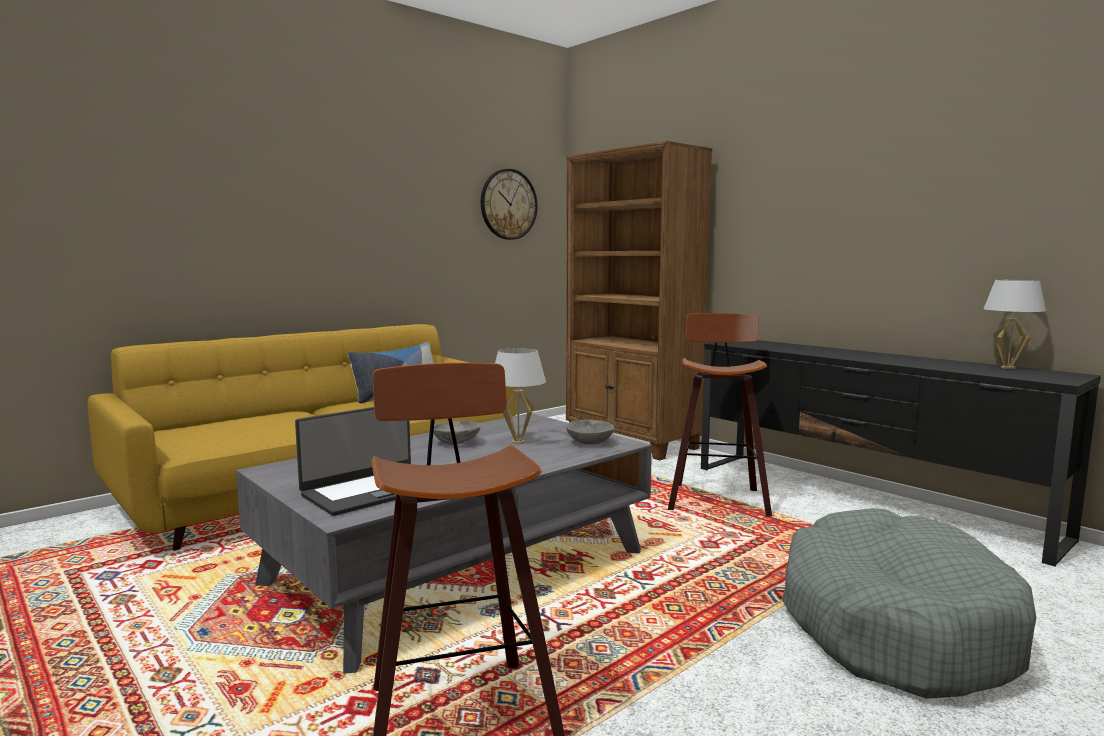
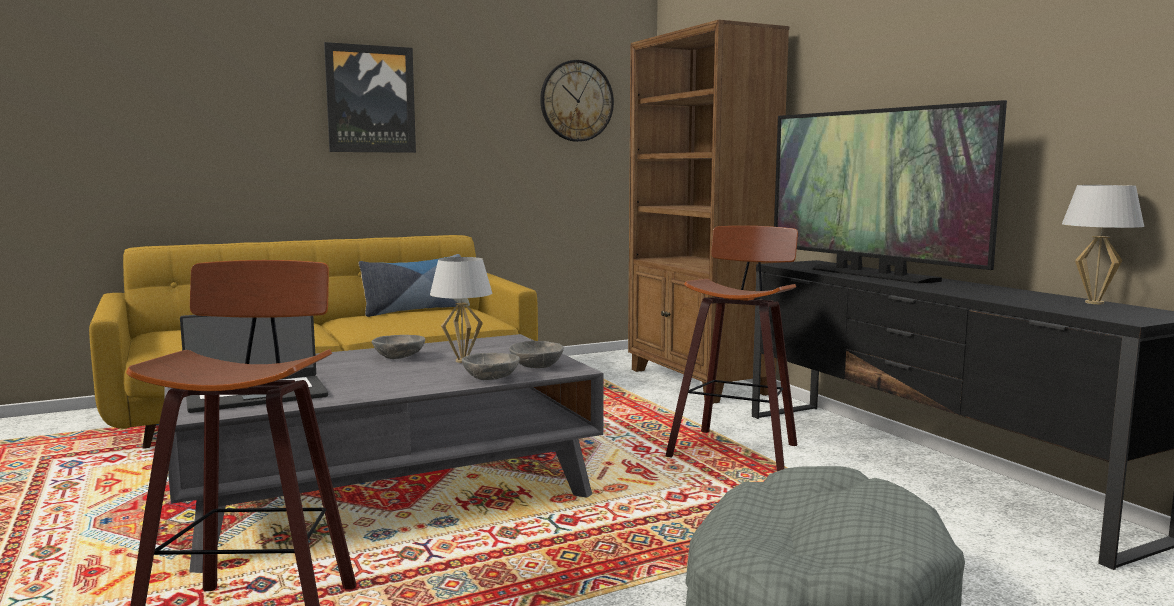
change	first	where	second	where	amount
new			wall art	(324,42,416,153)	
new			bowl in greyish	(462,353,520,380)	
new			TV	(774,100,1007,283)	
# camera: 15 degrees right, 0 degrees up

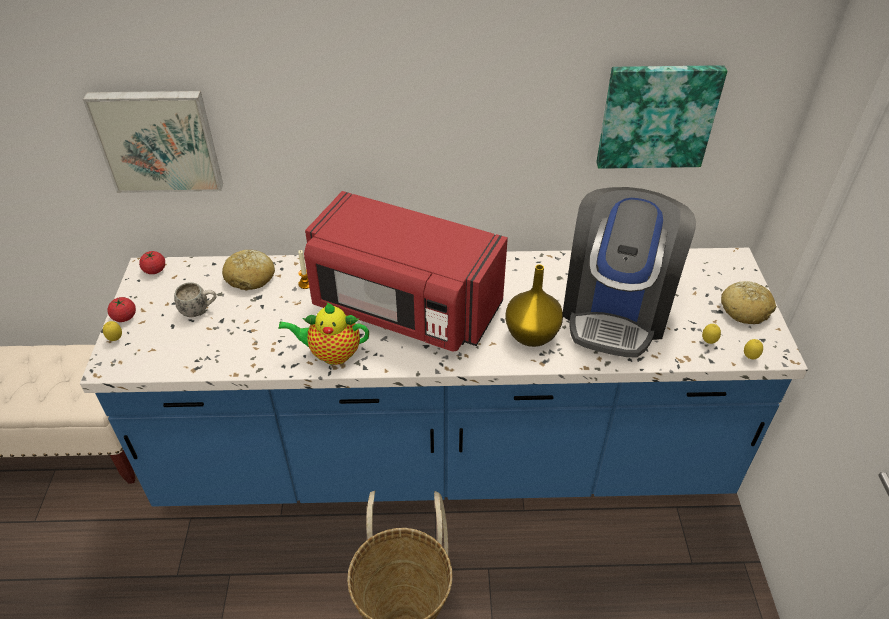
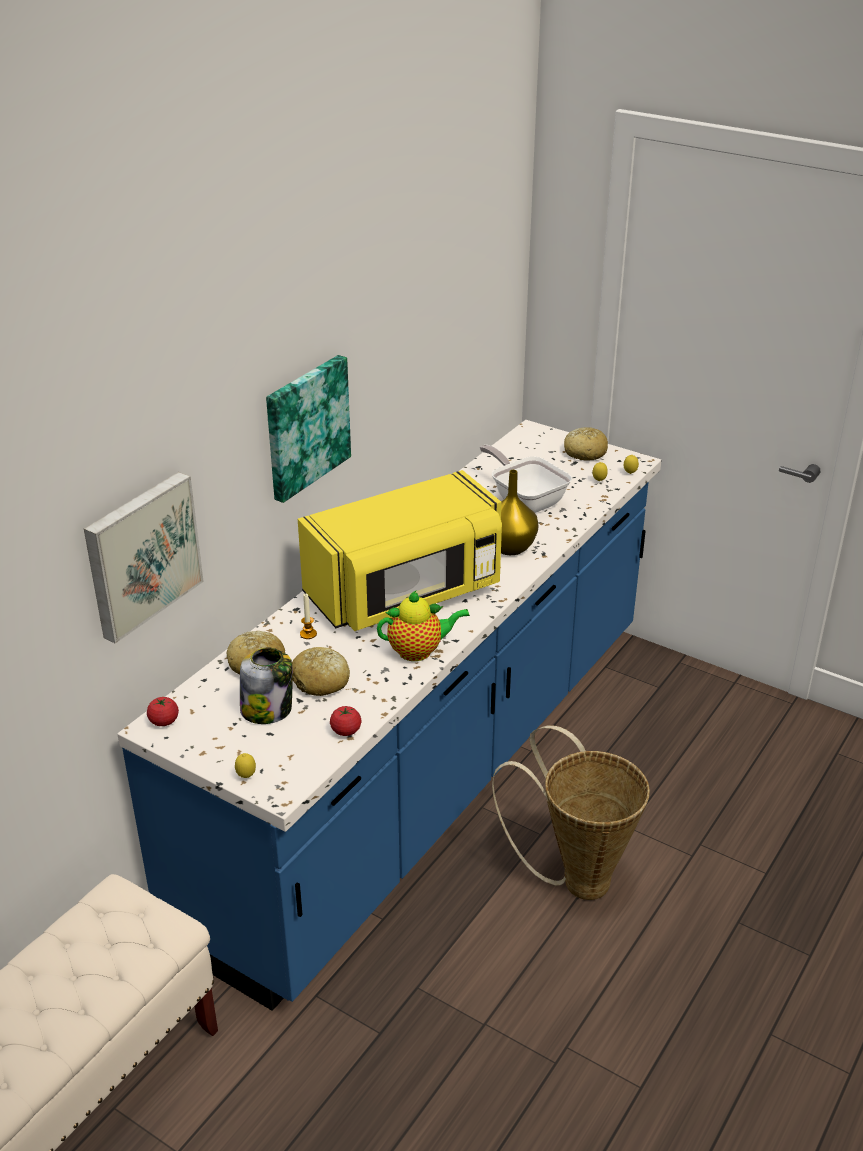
change	first	where	second	where	amount
shifted	fresh tomato	(108,297,136,322)		(330,706,361,736)	
swapped	tea mug in white-coloured	(174,282,217,317)	jar	(240,648,293,724)	
rotated	tea pot	(278,302,369,365)		(377,591,470,661)	135 degrees counterclockwise
repainted	microwave oven in red-coloured	(304,191,508,352)	microwave oven in yellowish	(298,470,502,631)	
swapped	coffee maker	(563,187,696,358)	frying pan	(480,445,572,513)	
shifted	wall art	(596,65,727,169)		(266,355,351,503)	
new			bread	(292,647,350,696)	
# camera: 55 degrees left, 10 degrees down

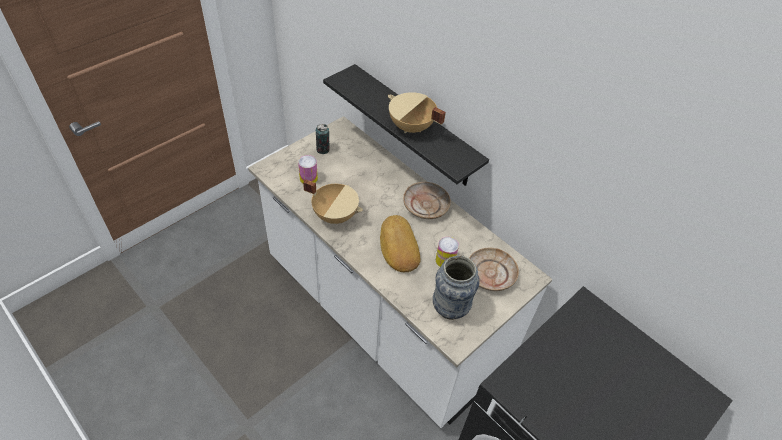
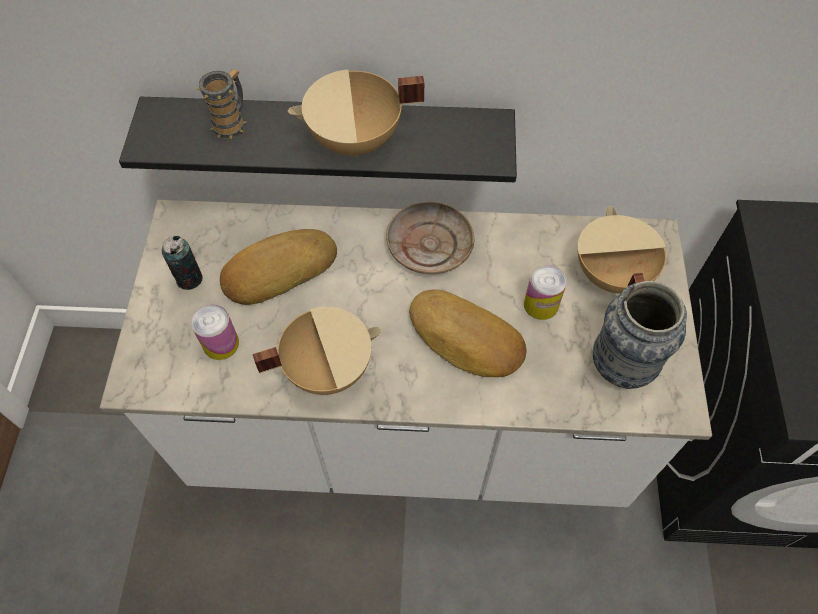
change	first	where	second	where	amount
swapped	flat dish in beige	(469,248,519,291)	saucepot in beige	(578,206,666,294)	
new			tea mug	(196,69,246,139)	
new			bread	(220,229,337,305)	
# camera: 40 degrees left, 10 degrees up

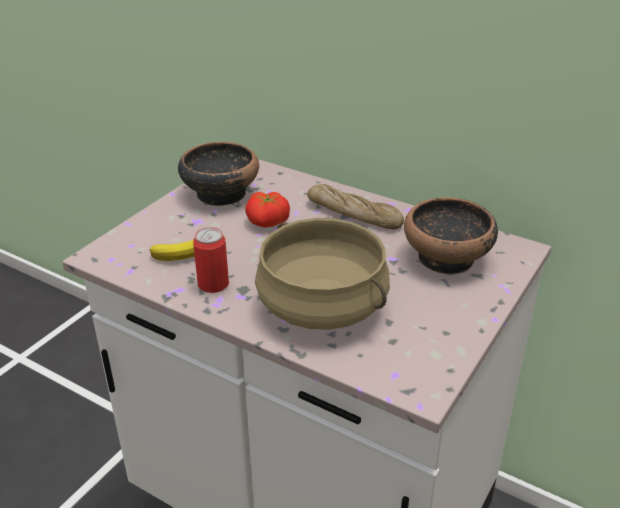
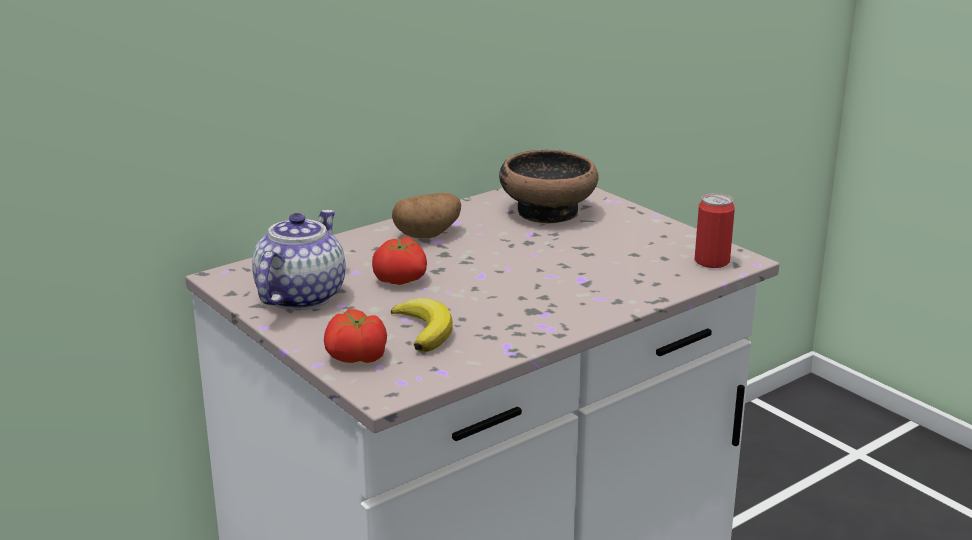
change	first	where	second	where	amount
swapped	bowl	(178,142,259,206)	tea pot	(252,210,346,310)	
shifted	can	(193,227,229,293)		(695,193,735,268)	
gone	saucepot in beige	(255,218,390,330)			
swapped	bread	(307,184,404,229)	spud	(392,193,461,239)	
new			fresh tomato	(324,309,387,363)	
# camera: 70 degrees left, 10 degrees down

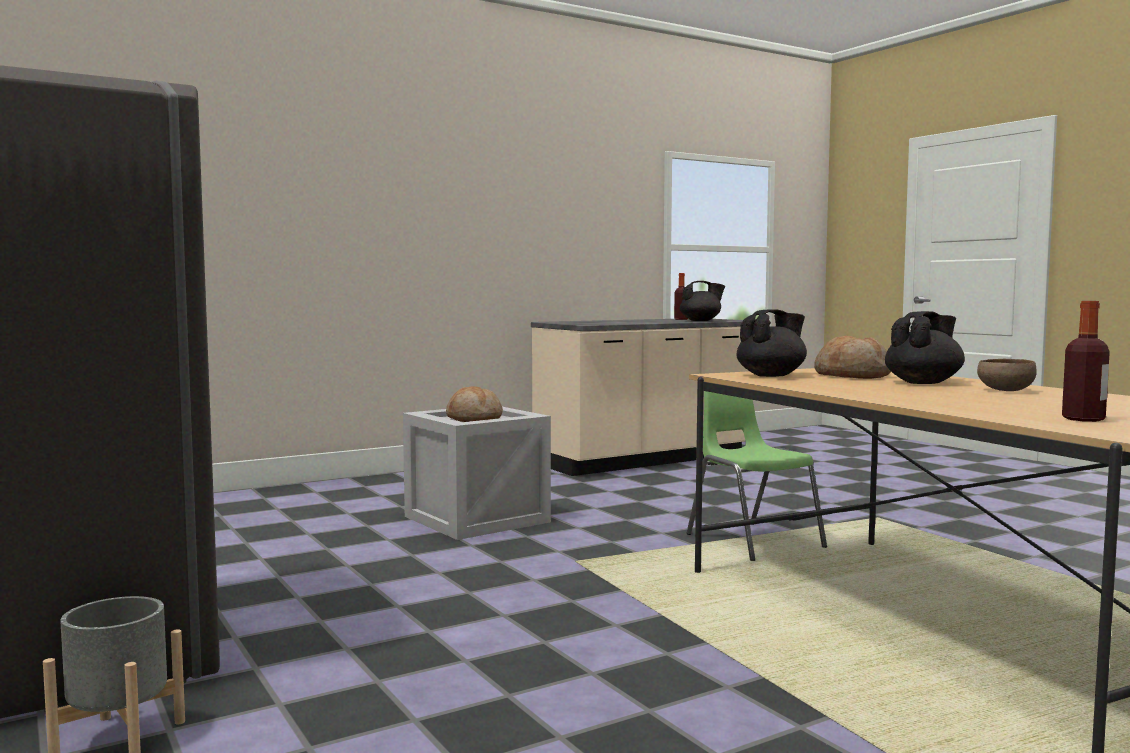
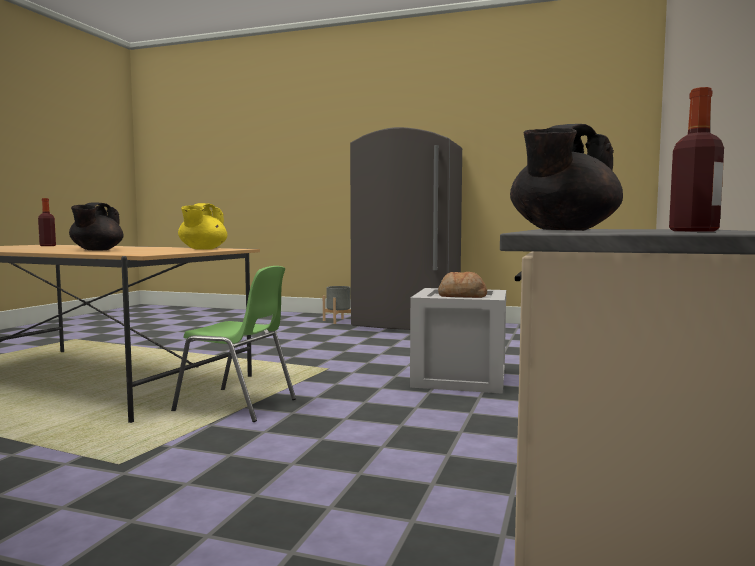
change	first	where	second	where	amount
repainted	tea pot in blackish	(737,309,807,377)	tea pot in yellowish	(178,203,227,250)	
gone	bread	(814,336,891,379)			
gone	bowl in brown-coloured	(977,359,1037,391)			
# camera: 140 degrees right, 0 degrees up

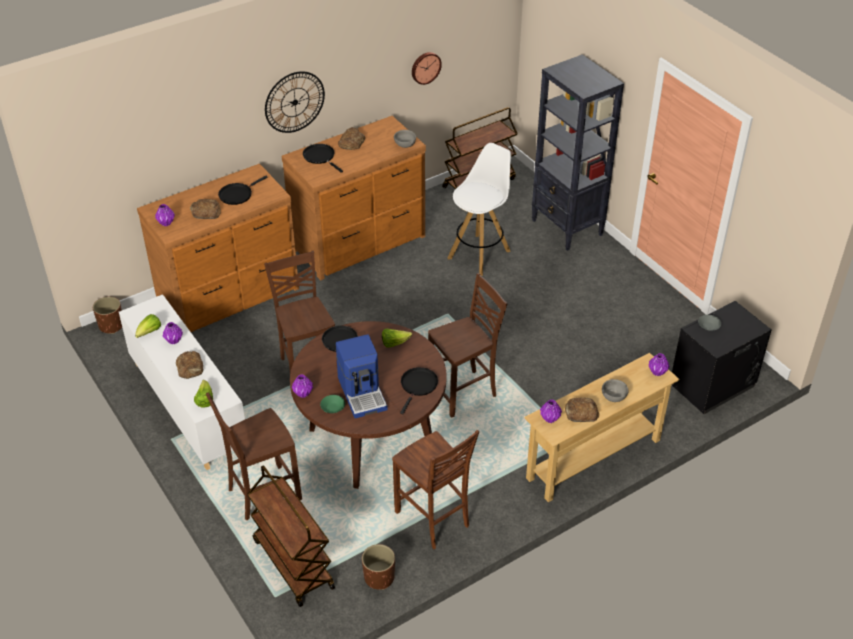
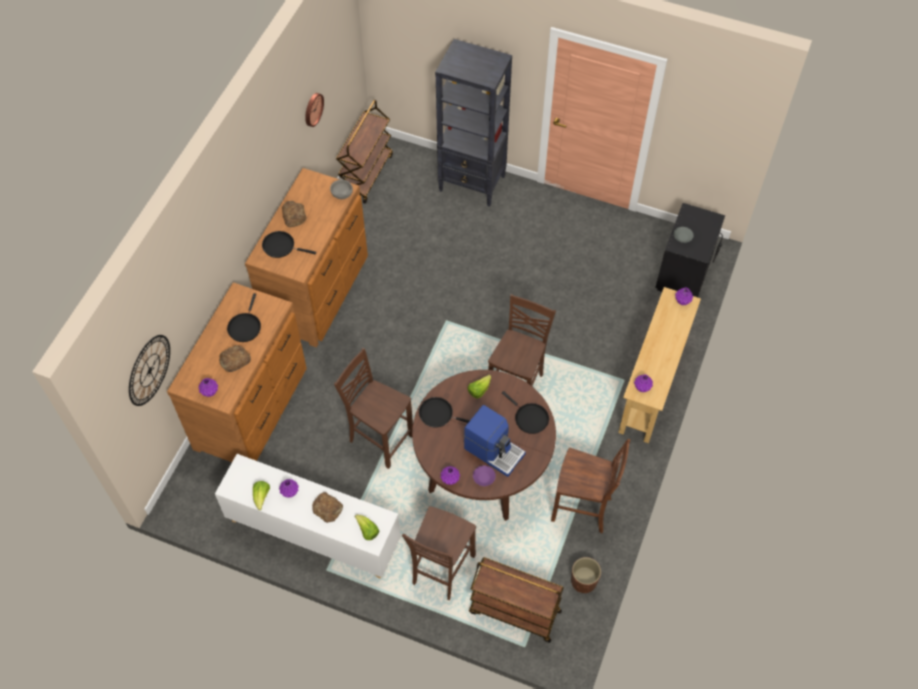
change	first	where	second	where	amount
gone	planter in brown-coloured	(93,297,122,334)			
shifted	hanging clock	(265,71,325,133)		(129,335,170,406)	
repainted	bowl in green	(320,395,345,413)	bowl in purple	(473,465,496,486)	
rotated	frying pan in blackish	(400,367,438,414)		(502,391,549,434)	150 degrees clockwise
gone	sitting stool in white-coloured	(448,143,511,276)			
gone	bread	(565,398,599,422)			
gone	bowl in greyish	(602,379,628,402)			
# camera: 35 degrees left, 15 degrees up

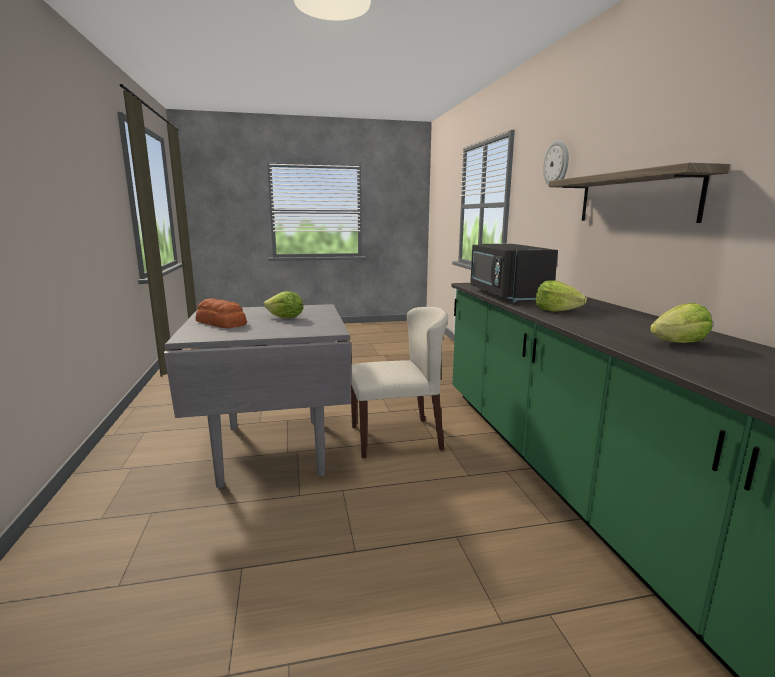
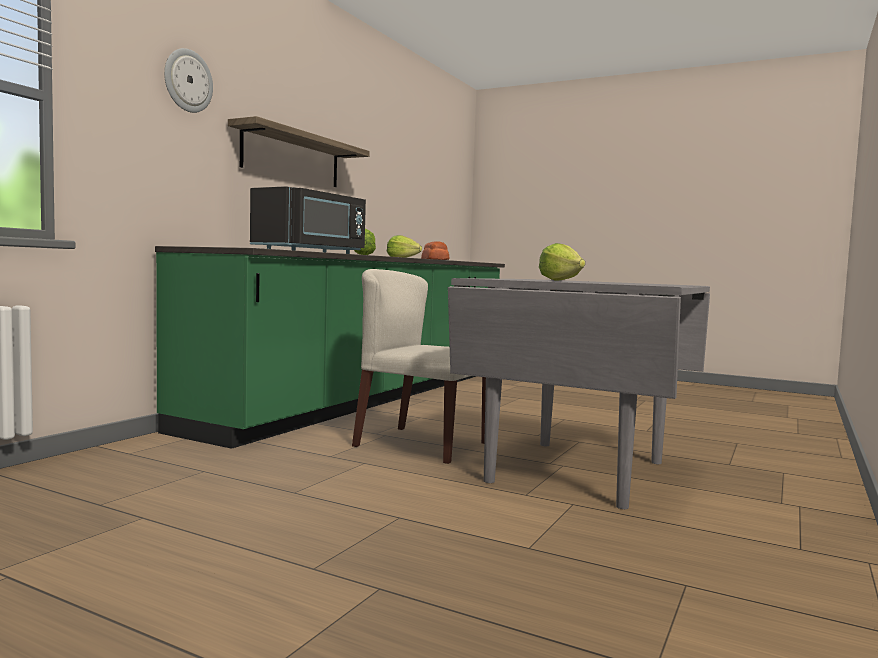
change	first	where	second	where	amount
shifted	bread	(195,298,247,328)		(421,241,450,260)	
# camera: 140 degrees left, 10 degrees down

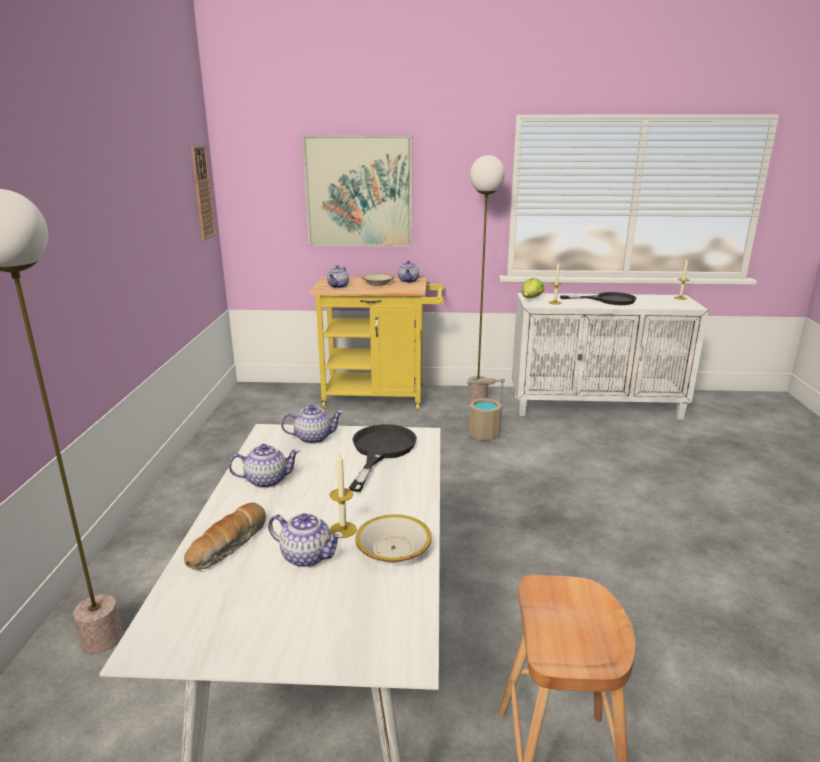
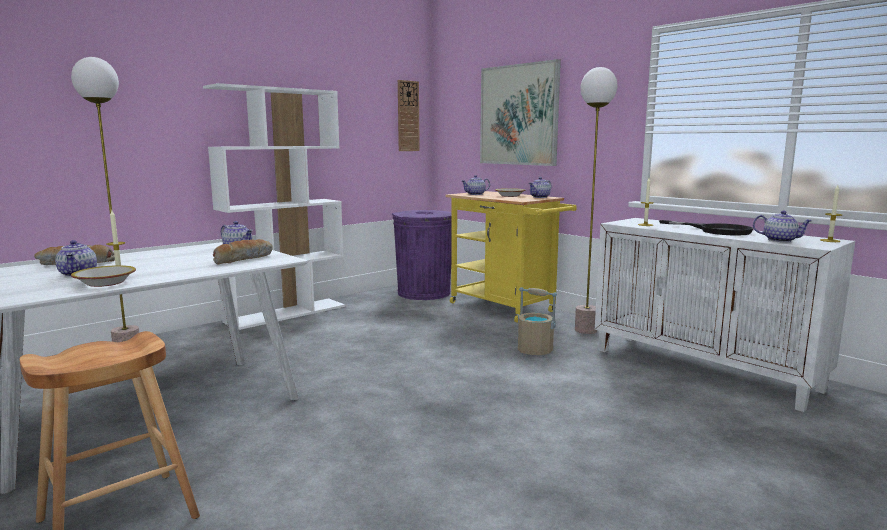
change	first	where	second	where	amount
shifted	tea pot	(228,444,300,488)		(753,210,813,242)	
swapped	frying pan in blackish	(349,424,417,492)	bread	(213,239,273,265)	
gone	lettuce	(522,278,545,298)			
new			shelving unit in white-coloured	(203,83,345,330)	
new			rubbish bin in purple	(392,210,452,300)	
# camera: 45 degrees right, 10 degrees down

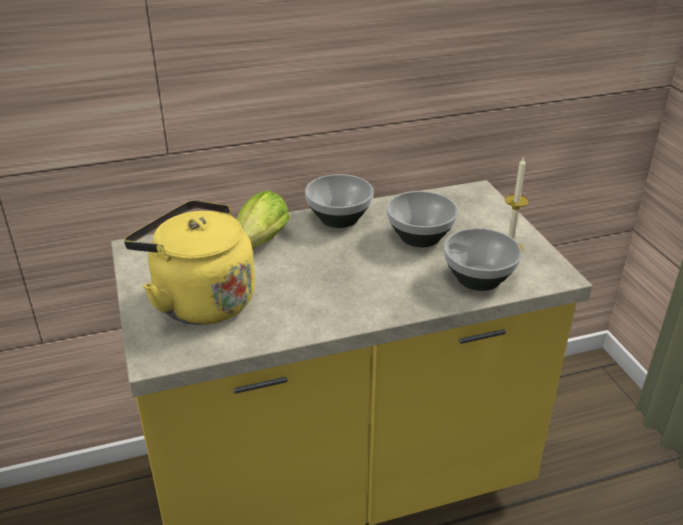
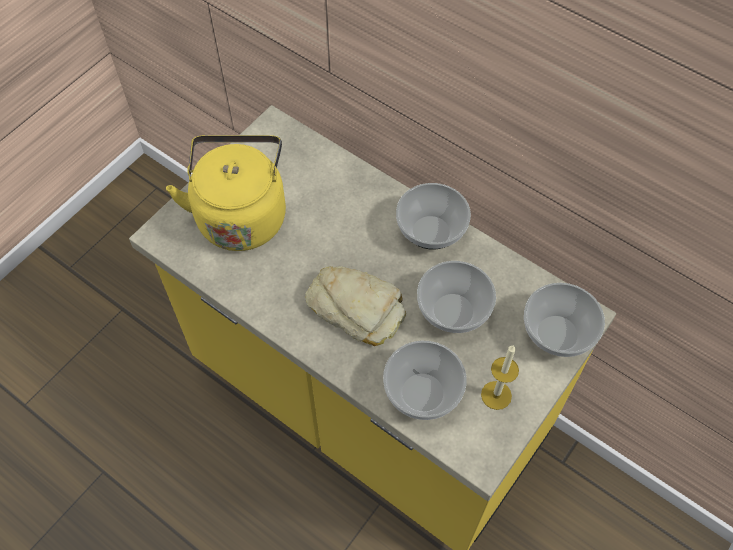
change	first	where	second	where	amount
gone	lettuce	(237,191,290,248)			
new			bread	(306,266,406,346)	
new			bowl	(524,283,605,357)	
# camera: 55 degrees right, 25 degrees up

